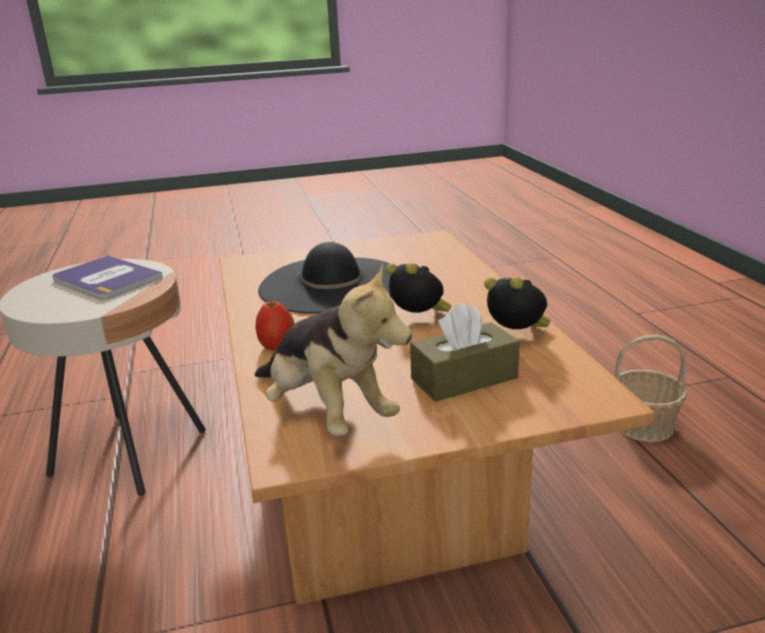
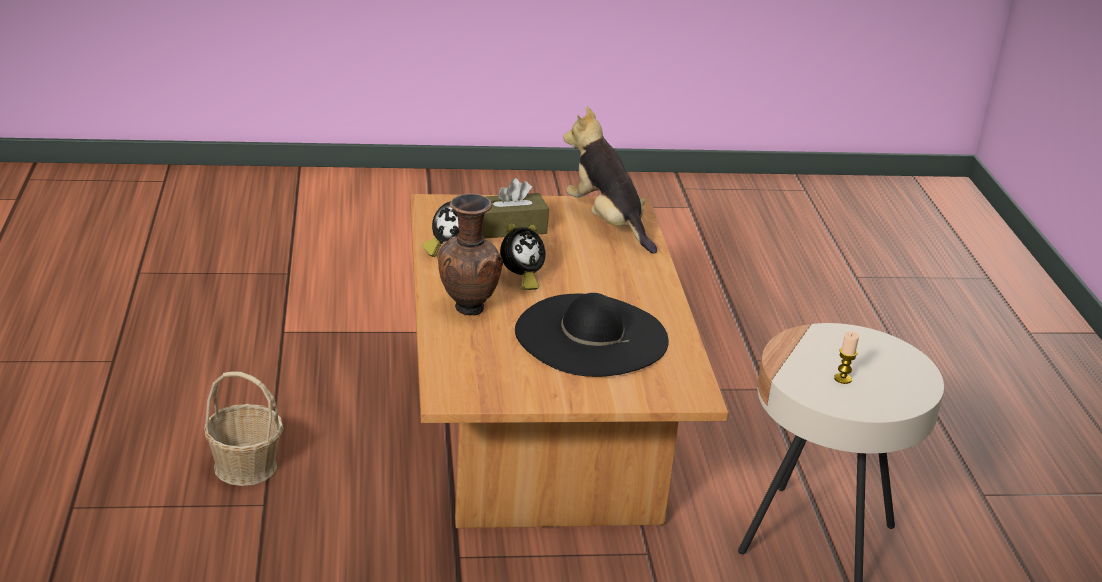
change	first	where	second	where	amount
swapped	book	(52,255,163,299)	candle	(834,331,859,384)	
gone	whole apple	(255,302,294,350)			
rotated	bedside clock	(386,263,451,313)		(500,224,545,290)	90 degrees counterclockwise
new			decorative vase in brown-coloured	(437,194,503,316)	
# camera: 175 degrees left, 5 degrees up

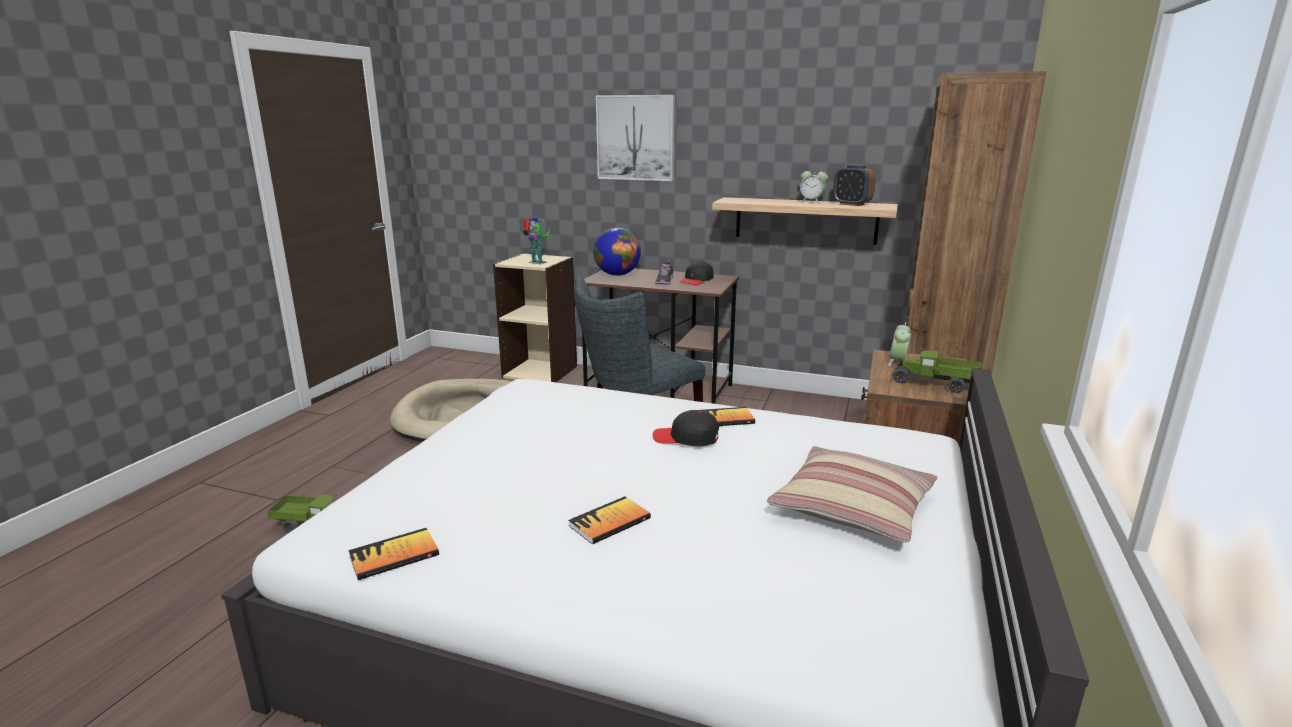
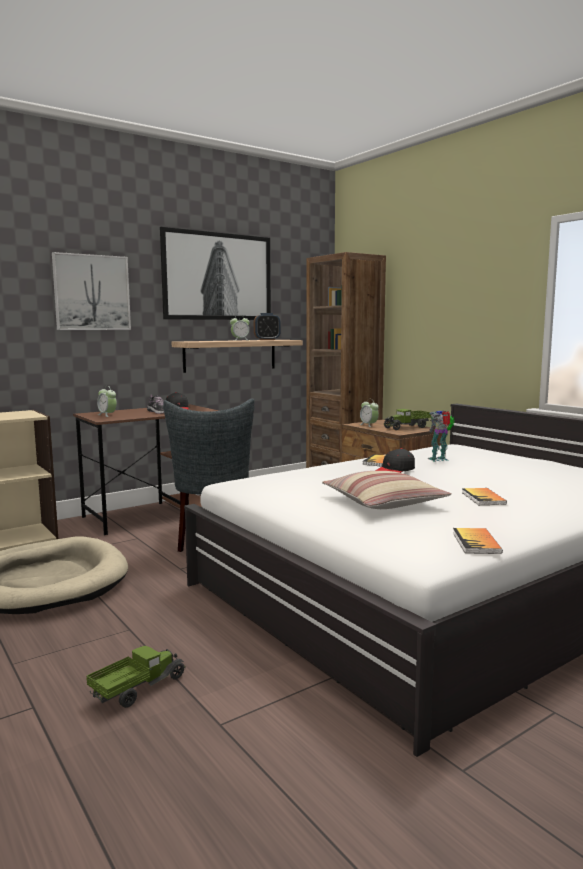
change	first	where	second	where	amount
shifted	model robot	(522,217,550,265)		(427,410,455,462)	
swapped	desk globe	(593,228,641,276)	bedside clock	(97,386,117,417)	
shifted	pillow	(767,446,937,543)		(322,471,451,509)	
new			wall art	(160,226,271,320)	
# camera: 55 degrees left, 10 degrees down

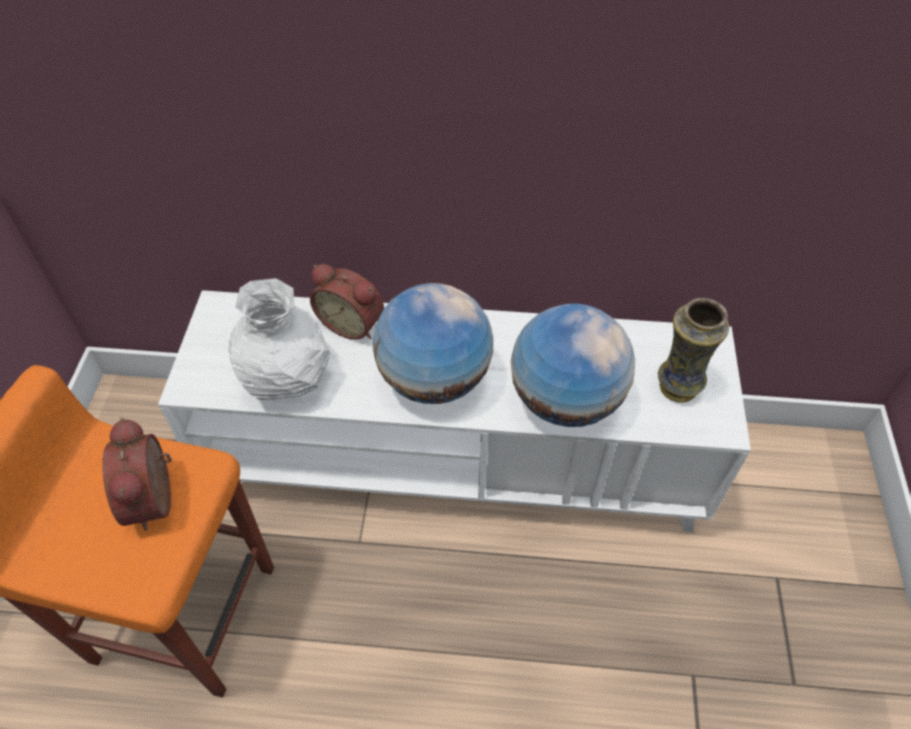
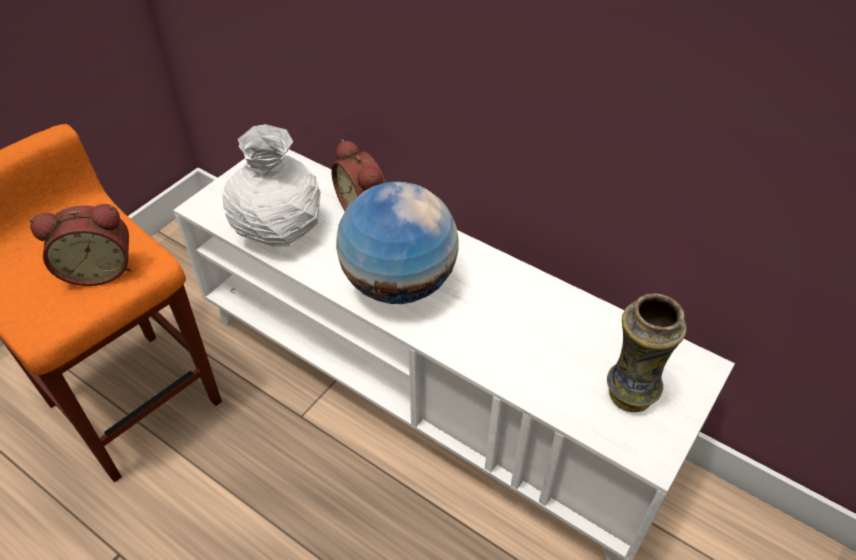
change	first	where	second	where	amount
rotated	bedside clock	(102,417,172,531)		(29,204,131,286)	120 degrees counterclockwise
gone	desk globe	(511,304,635,427)			
# camera: 30 degrees right, 5 degrees down

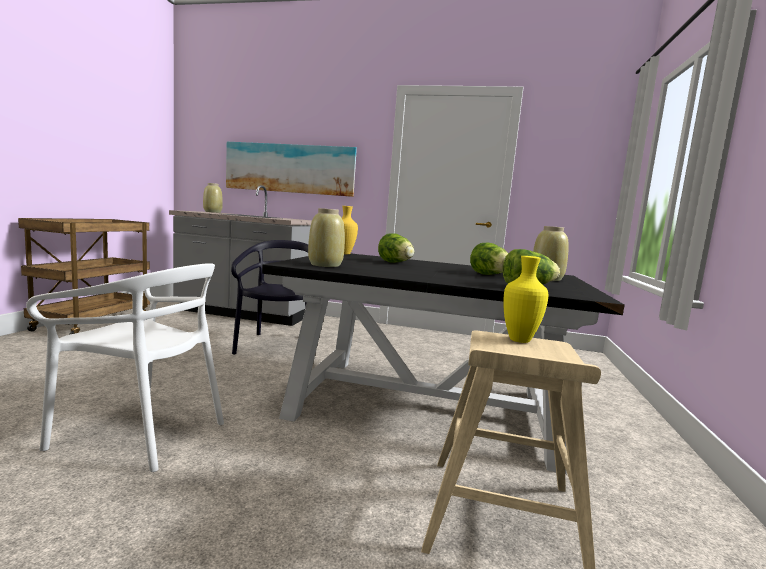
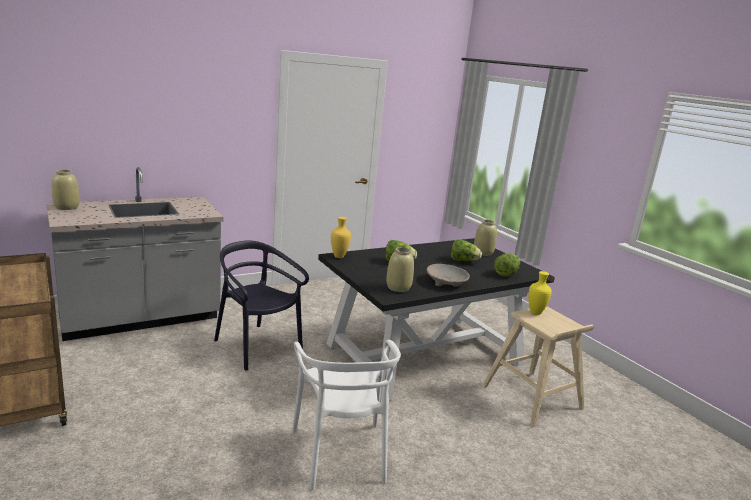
change	first	where	second	where	amount
rotated	chair in white-coloured	(26,263,224,472)		(292,340,401,490)	105 degrees clockwise
gone	wall art	(226,142,357,197)			
new			bowl in beige	(427,264,470,287)	
# camera: 45 degrees left, 10 degrees up

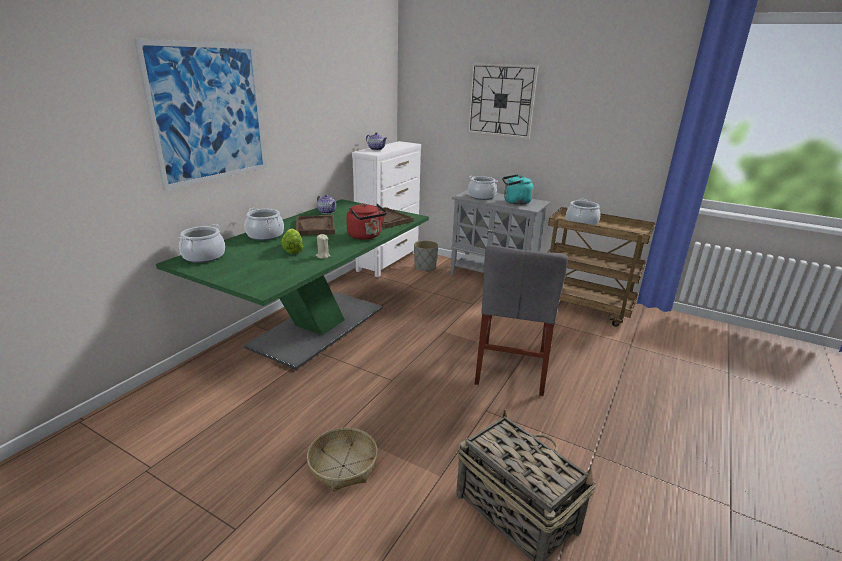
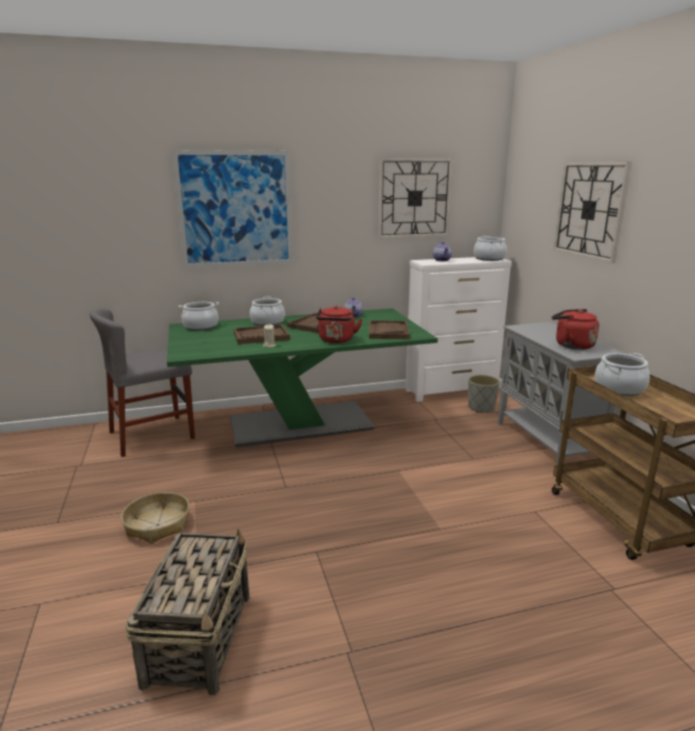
change	first	where	second	where	amount
swapped	lettuce	(281,229,303,254)	serving tray in brown-coloured	(234,324,290,344)	
shifted	saucepot	(468,176,498,200)		(474,236,507,261)	
shifted	chair in greyish	(475,245,568,396)		(90,309,195,457)	
repainted	kettle in turquoise-coloured	(502,174,533,205)	kettle in red-coloured	(552,309,599,350)	
new			hanging clock	(378,158,453,238)	
# camera: 45 degrees right, 5 degrees down

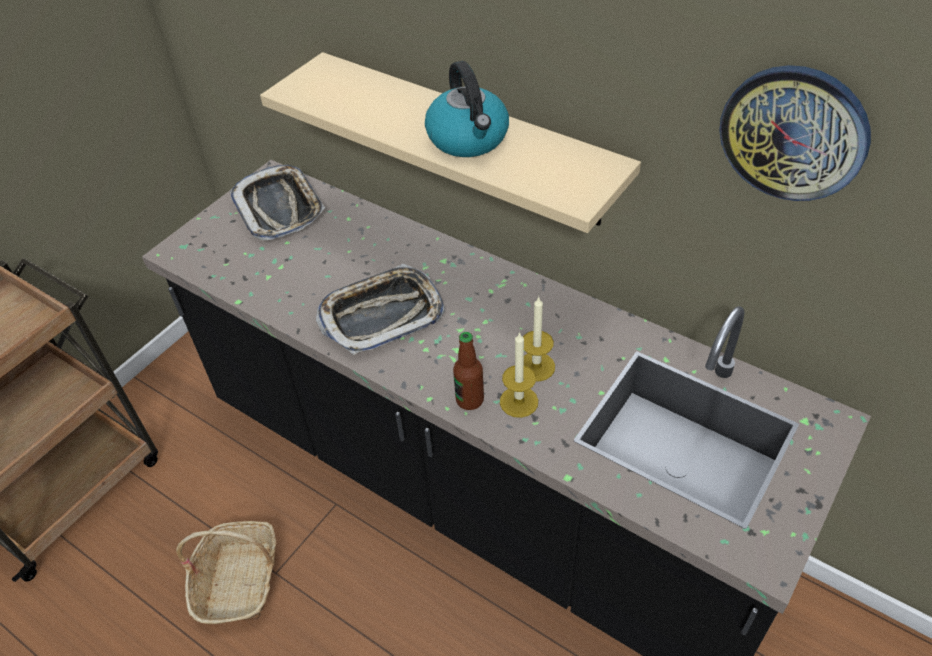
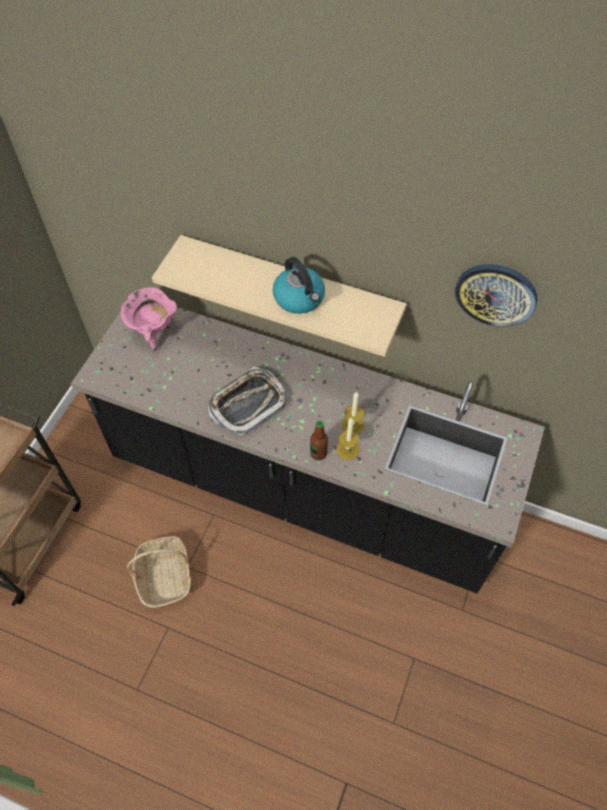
change	first	where	second	where	amount
swapped	serving tray	(230,165,325,241)	saucepot in pink-coloured	(121,287,177,351)	
# camera: 15 degrees left, 10 degrees up

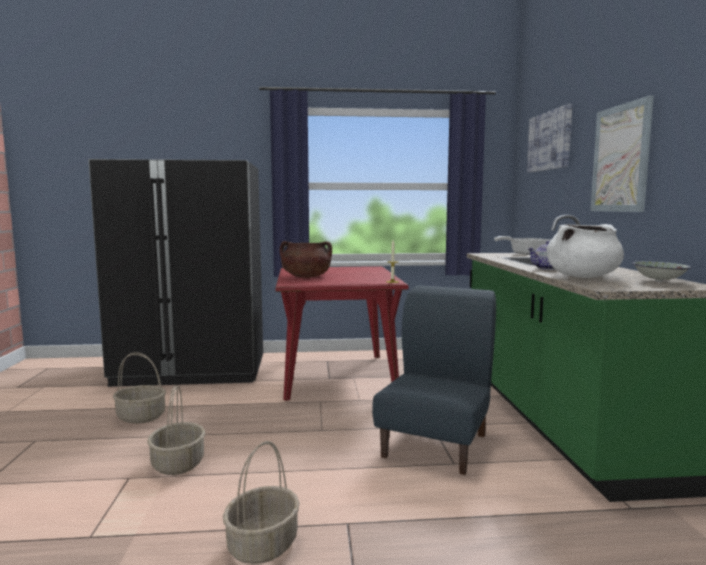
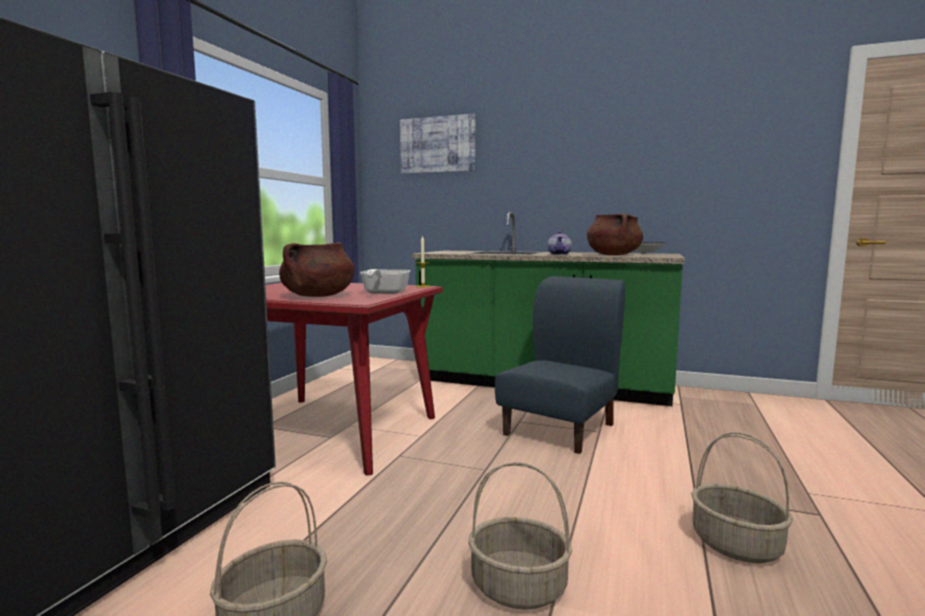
change	first	where	second	where	amount
rotated	chair in blue	(372,285,496,475)		(495,276,625,454)	75 degrees clockwise
shifted	frying pan	(494,236,550,255)		(360,269,411,294)	
repainted	saucepot in white-coloured	(546,224,624,278)	saucepot in brown-coloured	(587,214,643,255)	
gone	wall art	(590,95,654,212)			
# camera: 65 degrees left, 0 degrees up

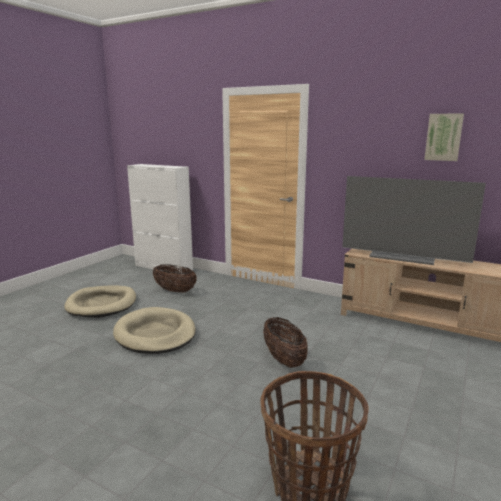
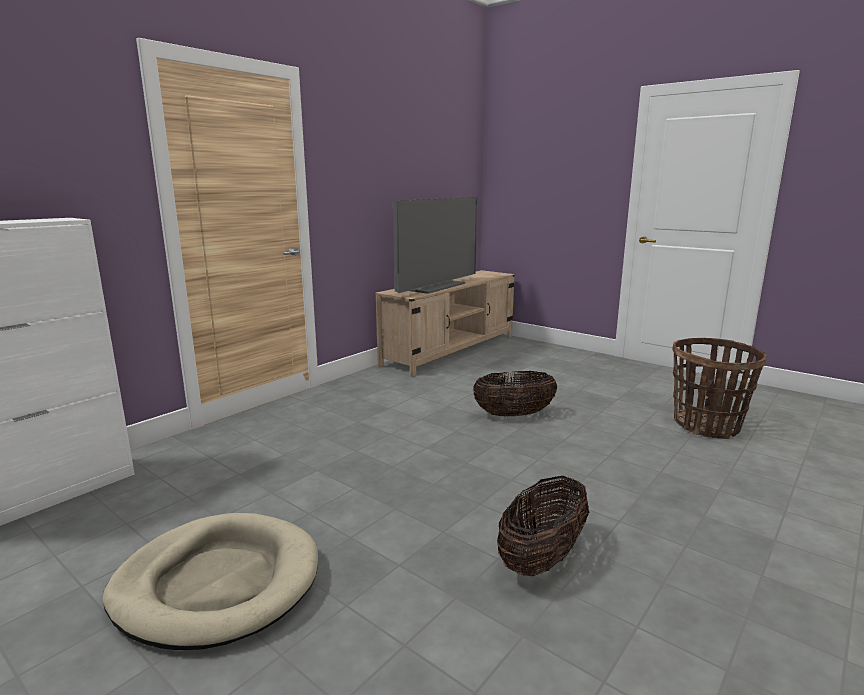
change	first	where	second	where	amount
gone	dog cushion in beige	(113,307,196,354)			
shifted	basket	(153,264,197,293)		(497,476,589,576)	
gone	wall art	(424,113,464,161)			
# camera: 80 degrees left, 0 degrees up

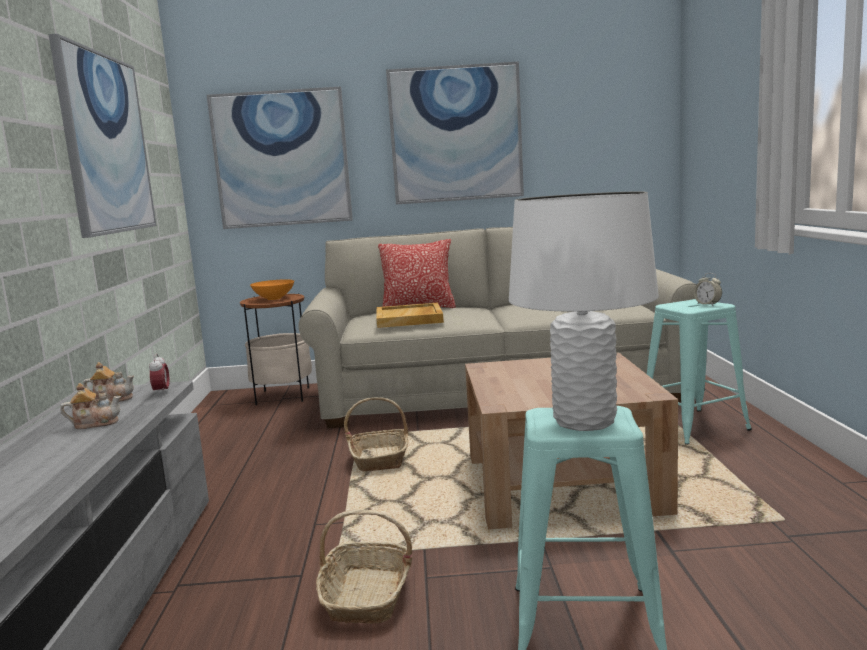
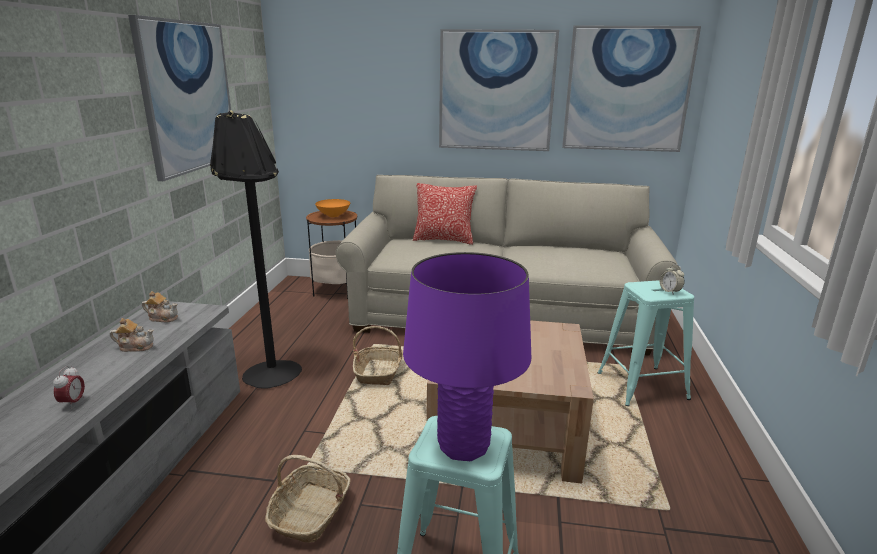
change	first	where	second	where	amount
shifted	bedside clock	(149,354,170,395)		(53,366,85,409)	
shifted	wall art	(207,86,353,229)		(562,26,701,152)	
gone	serving tray in beige	(376,302,444,328)			
repainted	table lamp in white-coloured	(509,192,659,431)	table lamp in purple	(403,252,531,461)	
new			standing lamp in blackish	(210,110,302,389)	
# camera: 10 degrees right, 10 degrees up

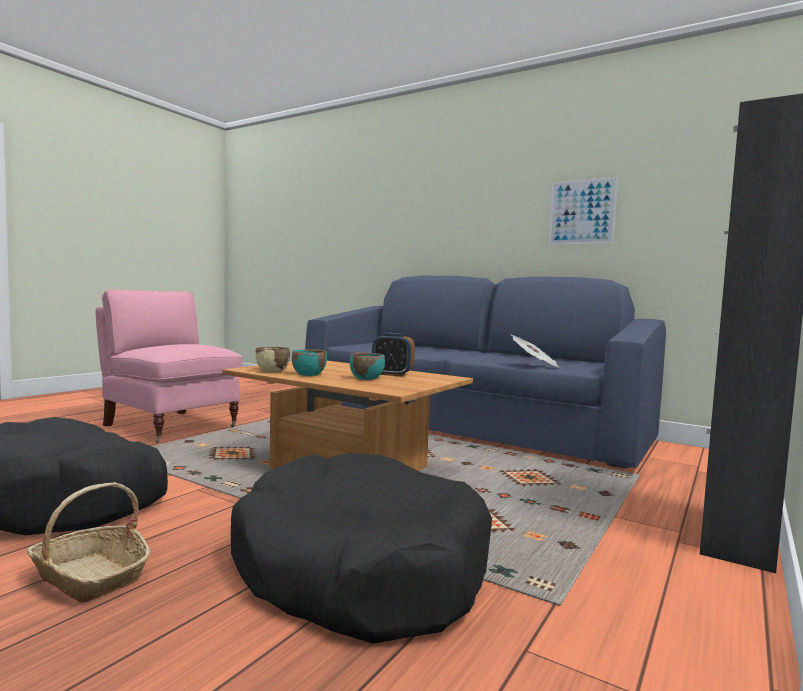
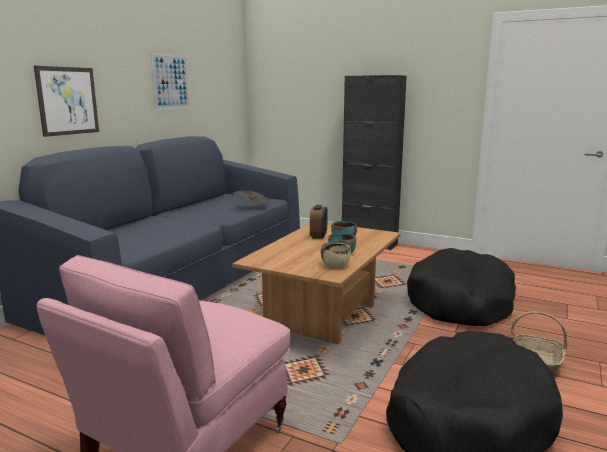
change	first	where	second	where	amount
new			wall art	(34,66,99,137)	
# camera: 95 degrees left, 10 degrees up

